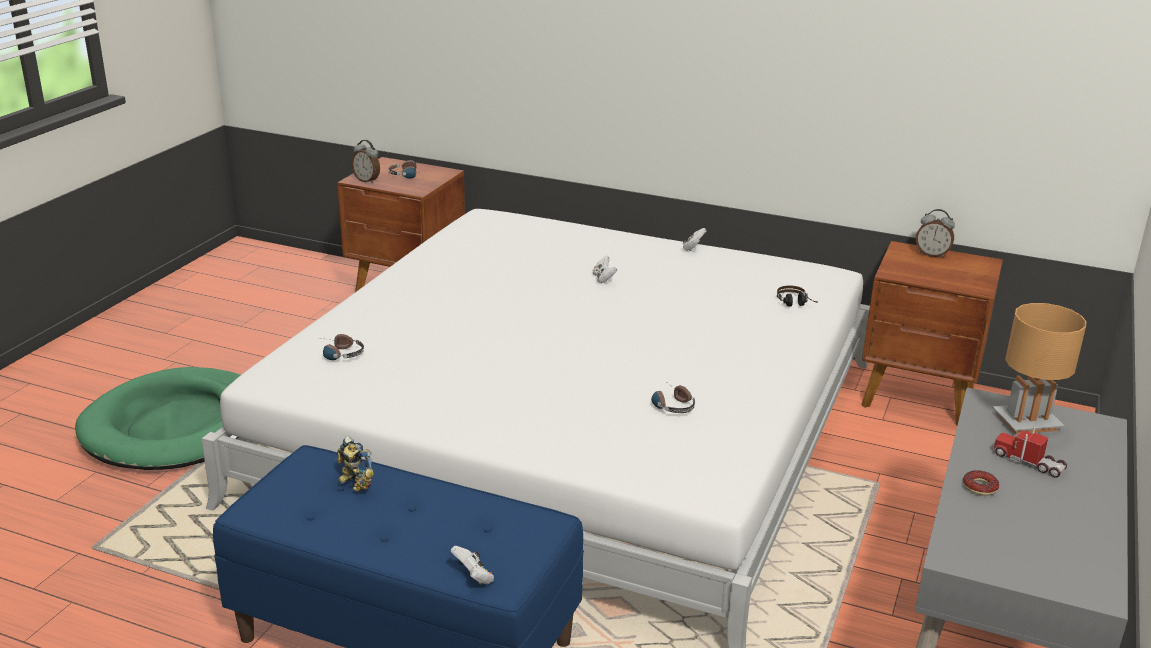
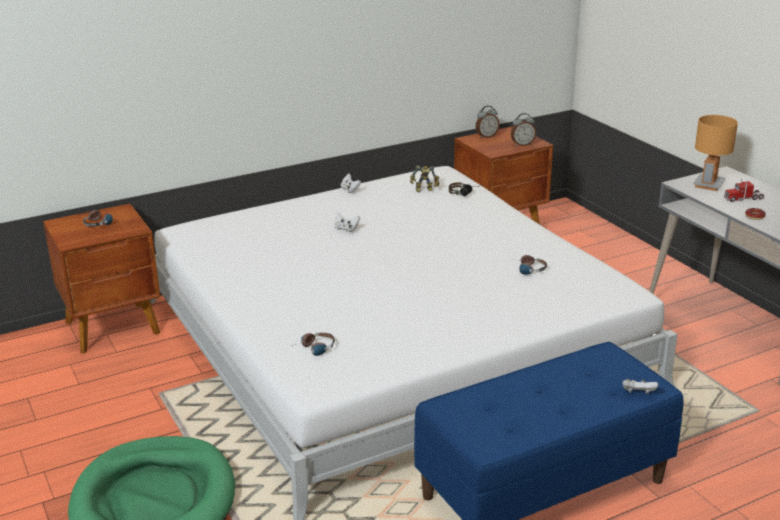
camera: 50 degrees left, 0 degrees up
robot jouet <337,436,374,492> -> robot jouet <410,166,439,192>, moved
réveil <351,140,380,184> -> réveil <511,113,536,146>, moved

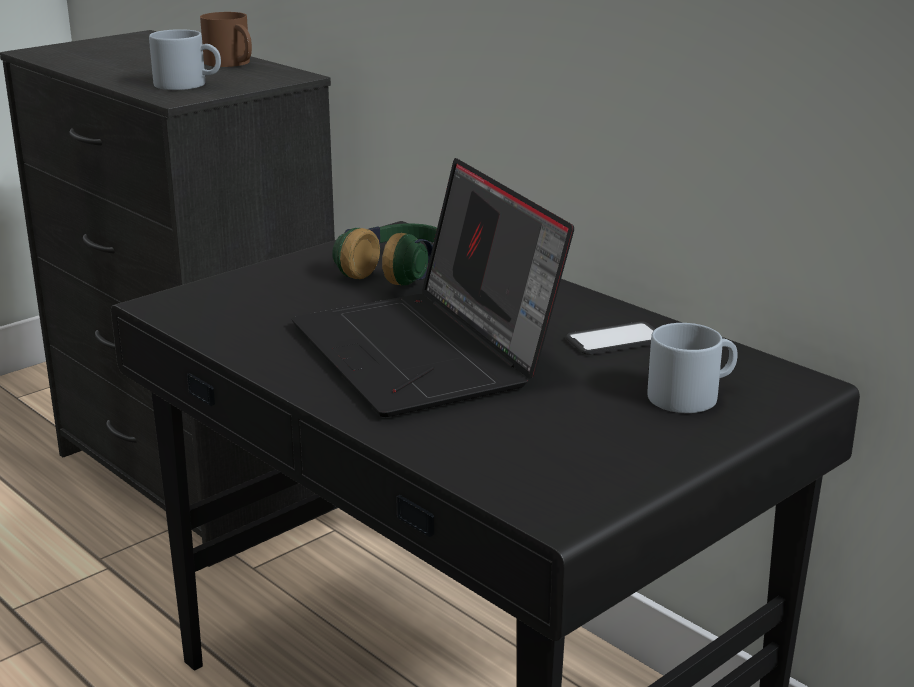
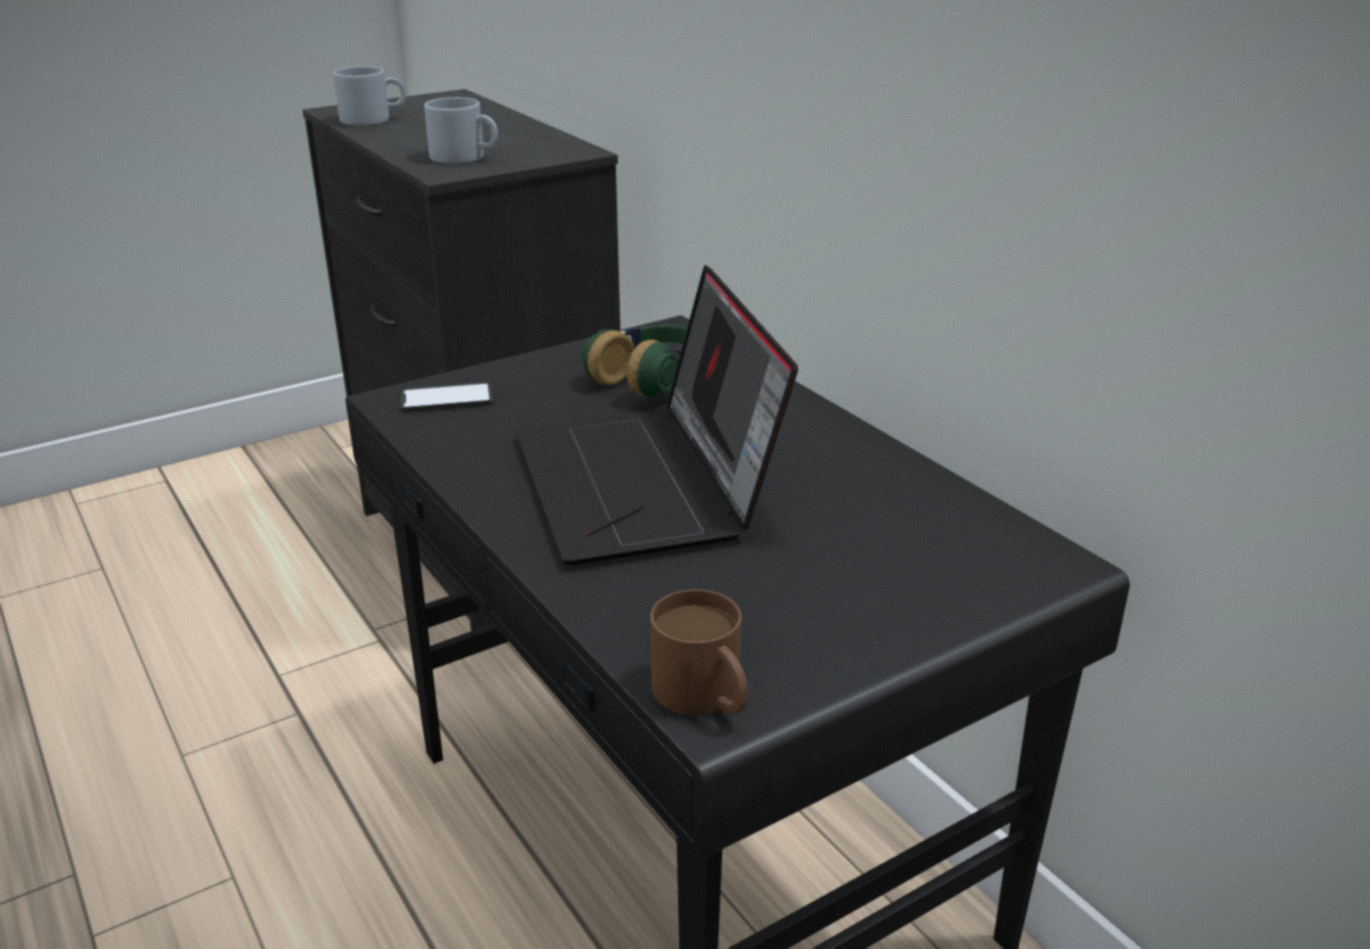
camera: 10 degrees right, 5 degrees up
mug/gris <647,323,737,413> -> mug/gris <333,66,406,126>, moved
téléphone <566,321,655,355> -> téléphone <400,382,494,412>, moved
mug/marron <200,12,252,67> -> mug/marron <650,589,748,716>, moved

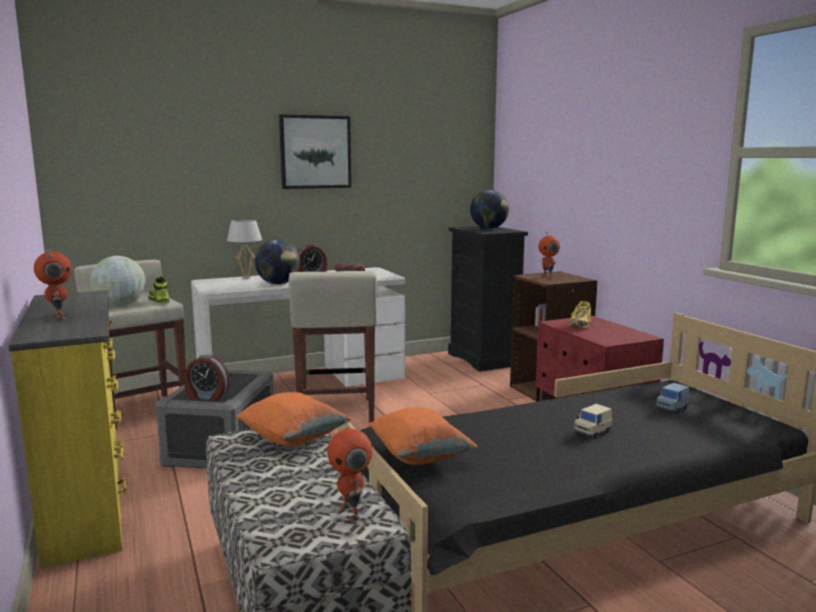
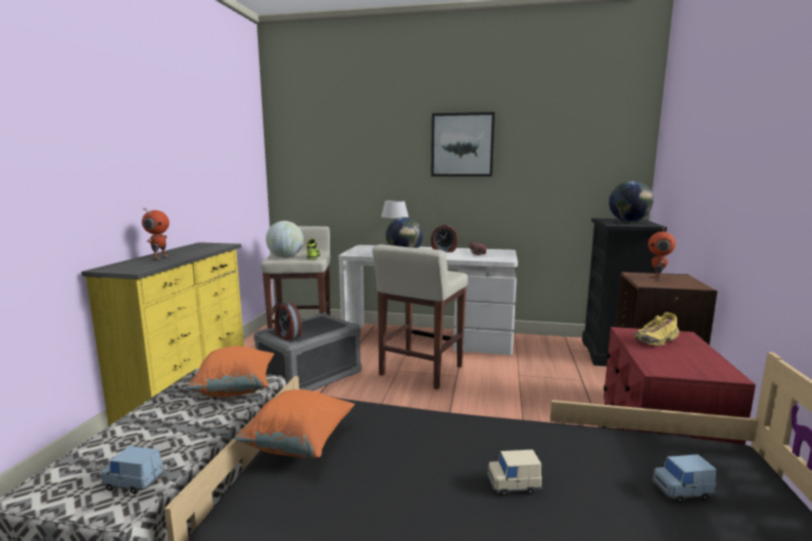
camera: 35 degrees right, 0 degrees up
robot jouet <327,416,373,521> -> petite voiture/bleu <101,446,164,494>

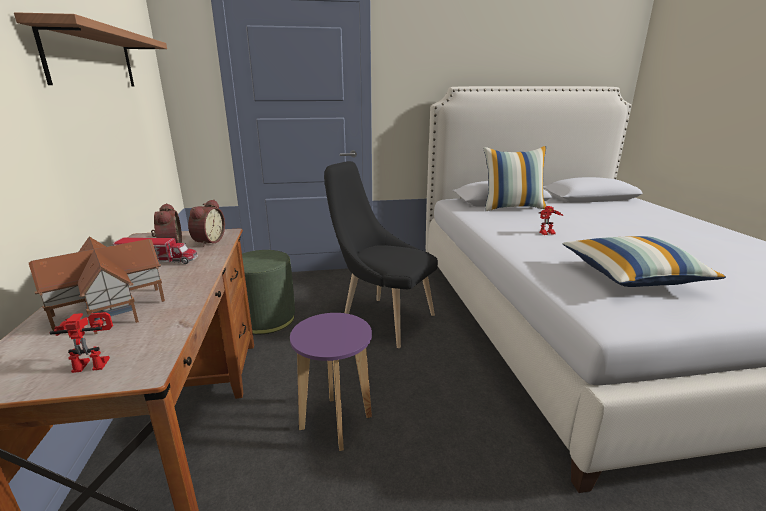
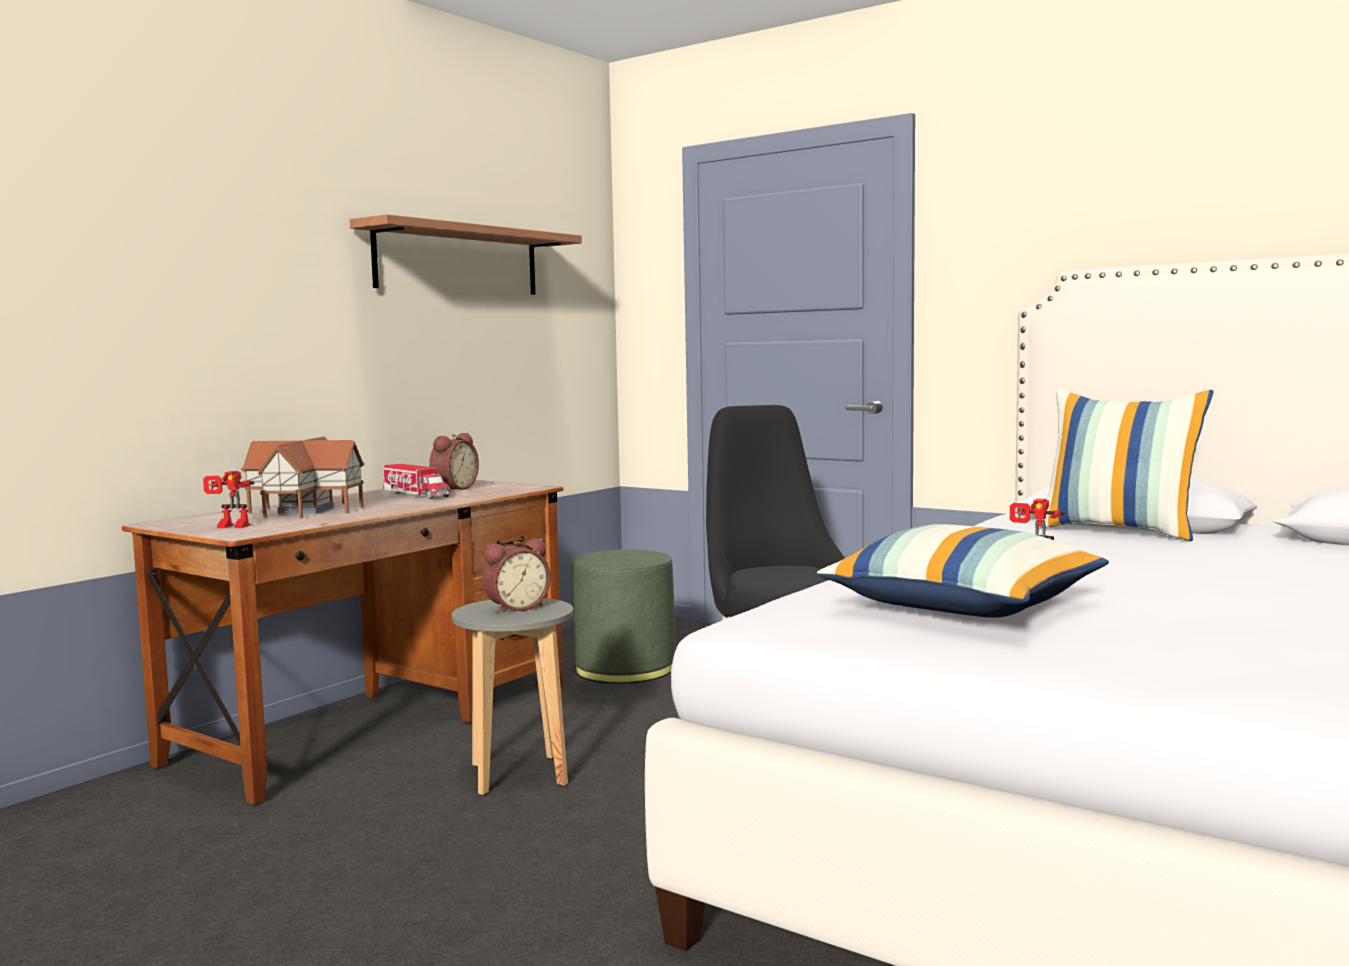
camera: 45 degrees right, 15 degrees down
robot jouet <50,312,113,373> -> robot jouet <203,471,254,528>, 150 degrees clockwise
tabouret/violet <290,313,372,451> -> tabouret/gris <452,598,573,796>
réveil <188,199,225,247> -> réveil <482,538,551,613>, moved

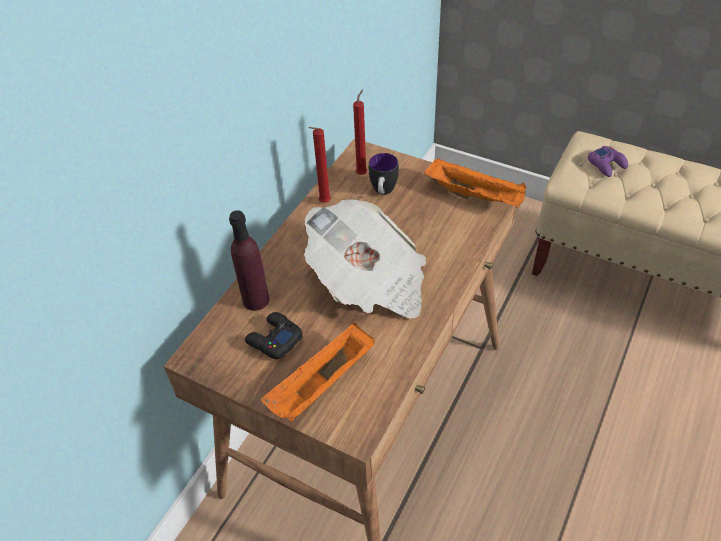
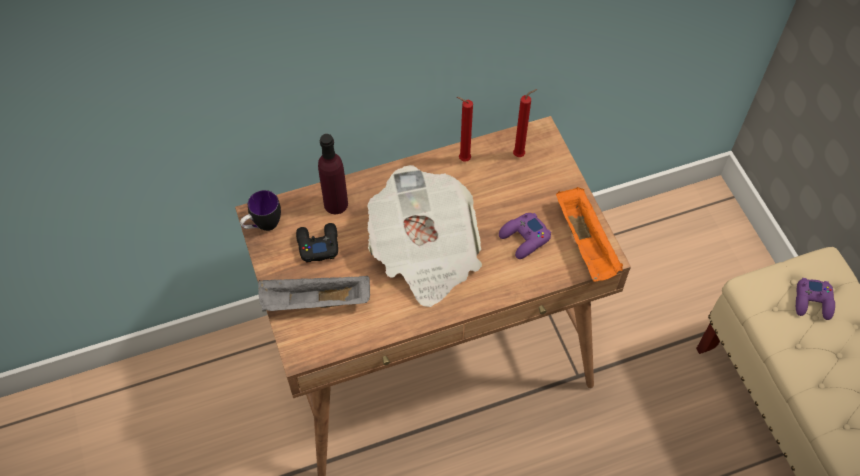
camera: 40 degrees right, 10 degrees up
mug <369,153,399,195> -> mug <240,190,281,231>, moved
plateau/orange <261,323,375,422> -> plateau/gris <258,276,370,312>
none -> manette/violet <499,213,551,259>

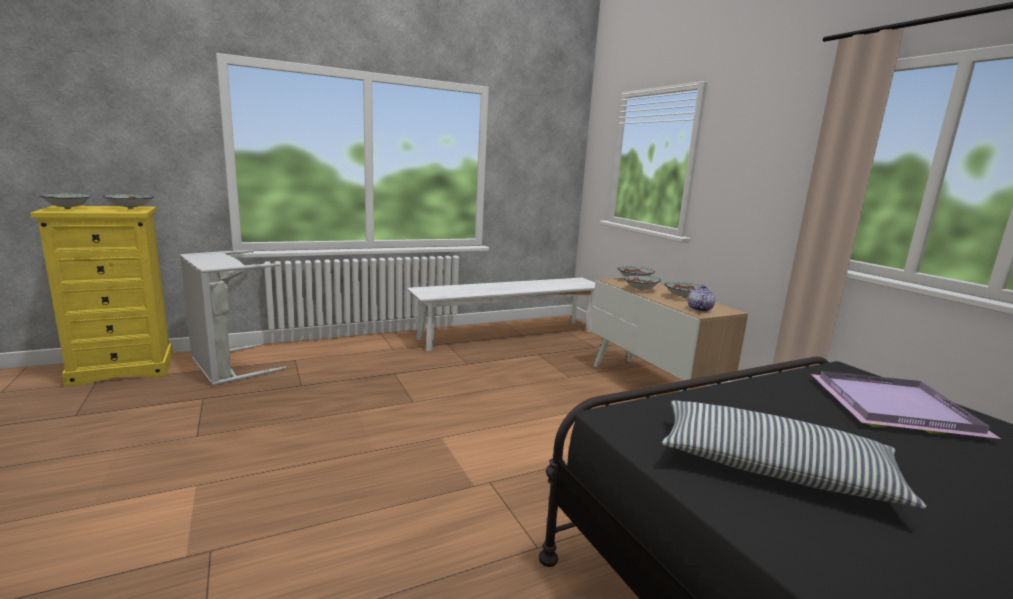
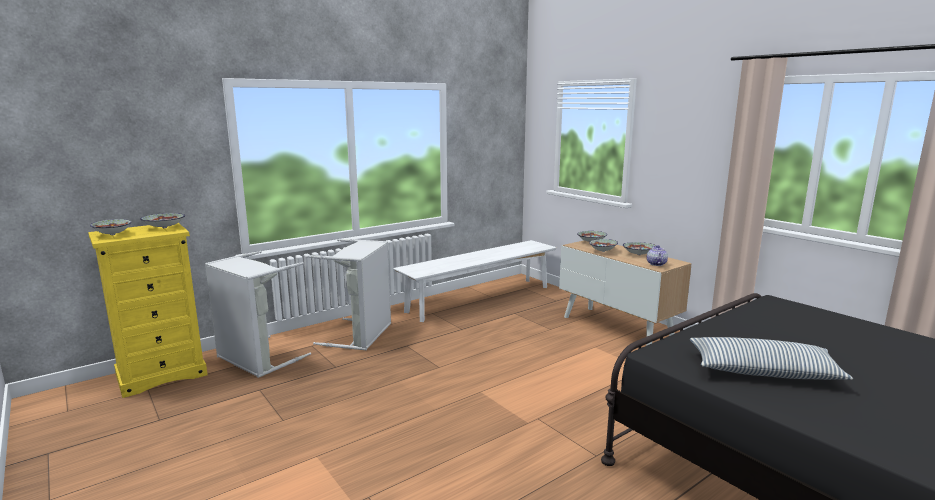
camera: 10 degrees left, 0 degrees up
none -> panier à linge/gris <306,239,391,350>
plateau/violet <811,371,1001,439> -> none

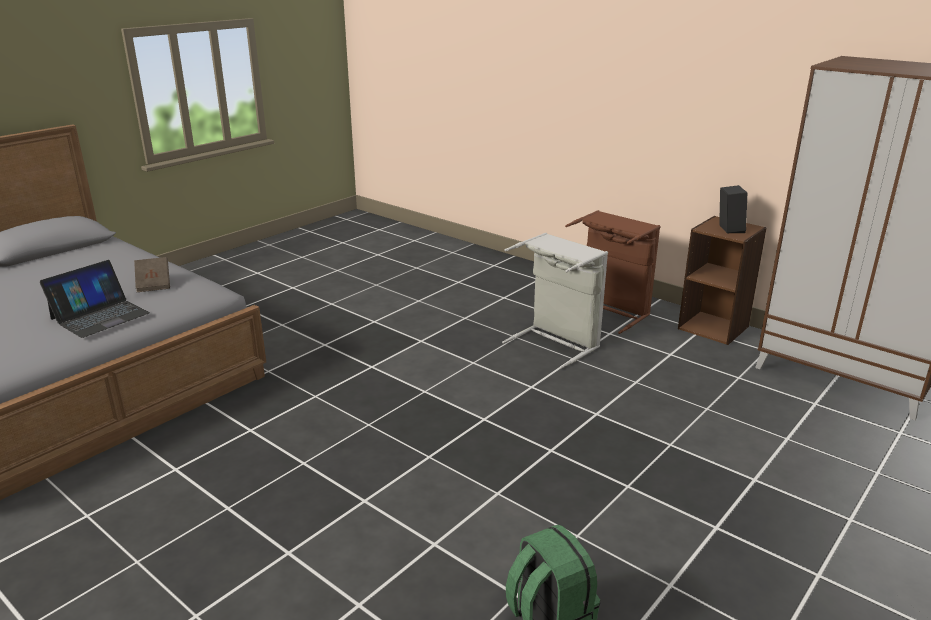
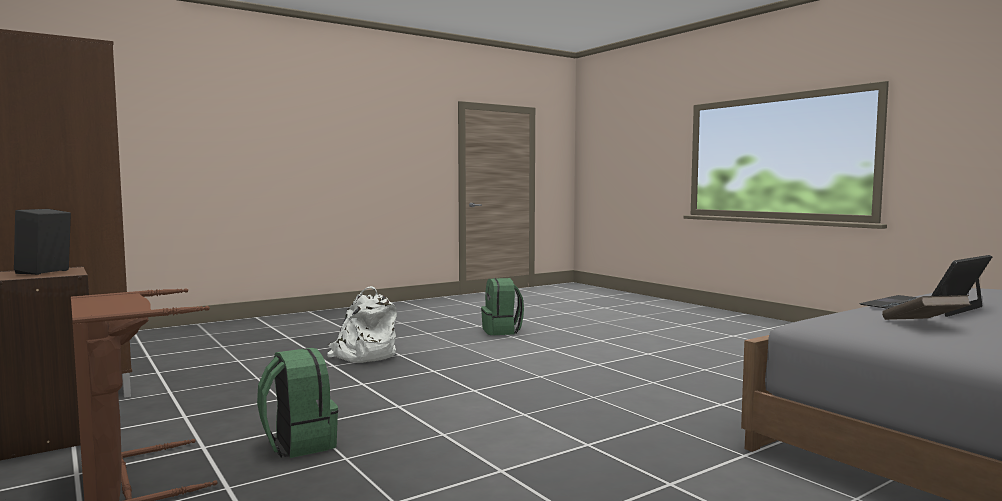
camera: 165 degrees left, 20 degrees down
panier à linge/gris <502,233,608,369> -> sac à dos/vert <257,348,338,458>
none -> sac à dos/blanc <327,286,397,363>

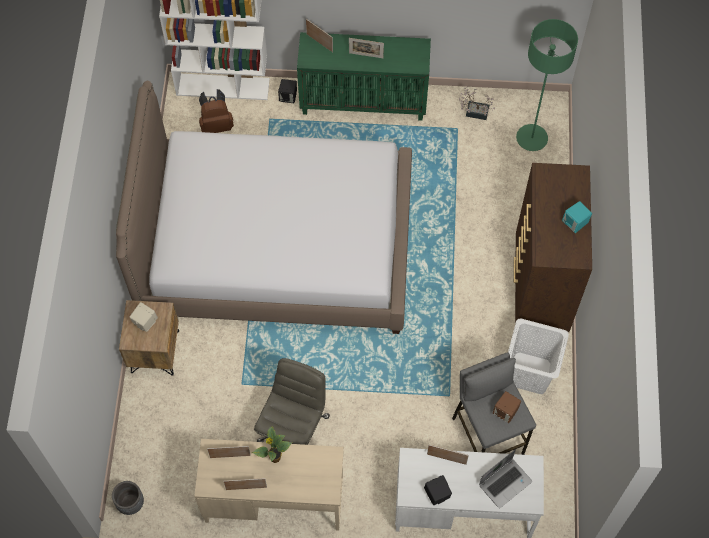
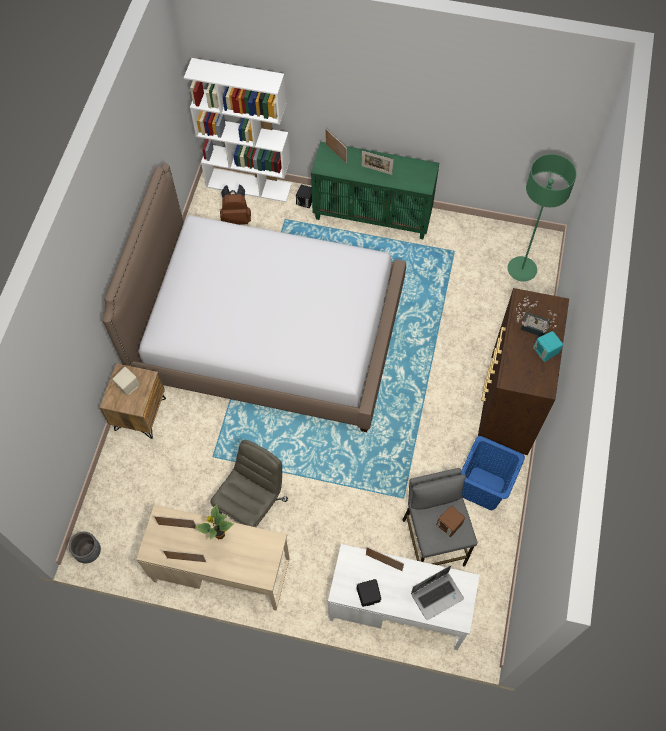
camera: 10 degrees right, 0 degrees up
panier à linge/blanc <508,319,569,394> -> panier à linge/bleu <461,436,525,510>
plante en pot <459,86,495,120> -> plante en pot <516,296,557,336>, moved

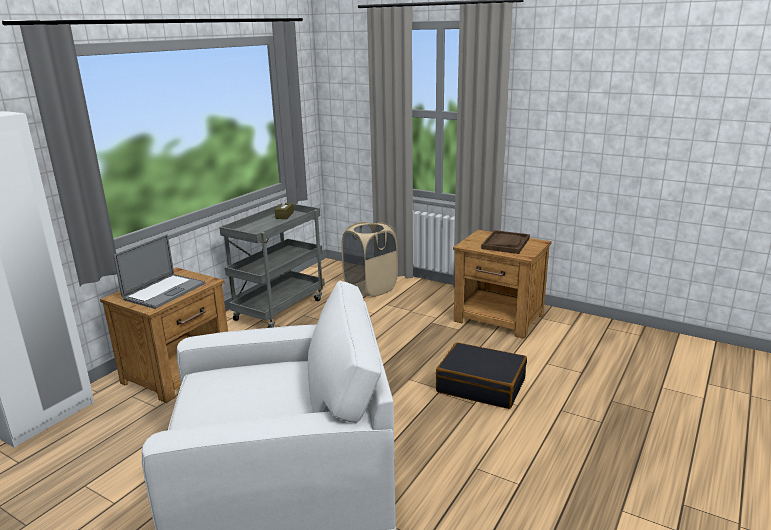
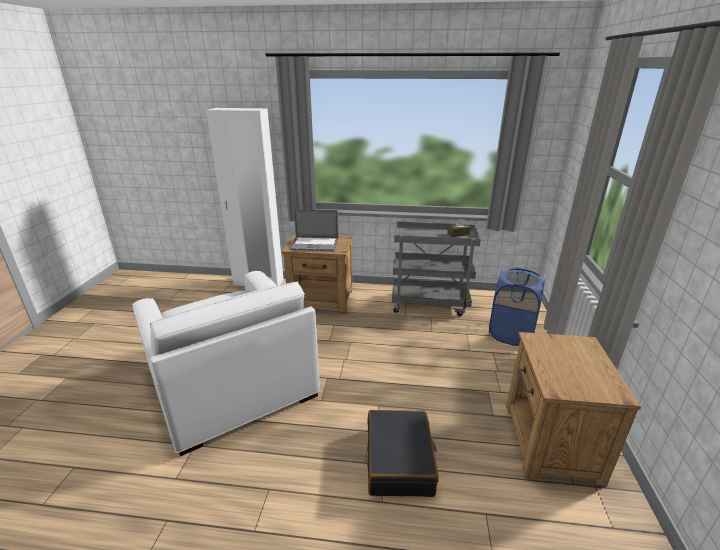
camera: 65 degrees right, 5 degrees up
panier à linge/beige <341,222,398,297> -> panier à linge/bleu <489,268,546,346>
plateau/marron <481,230,530,254> -> none

